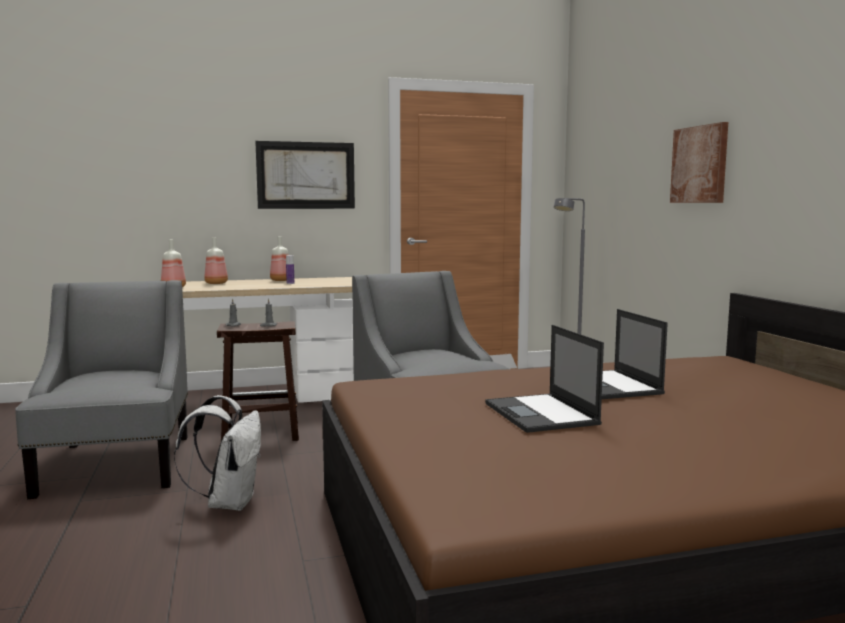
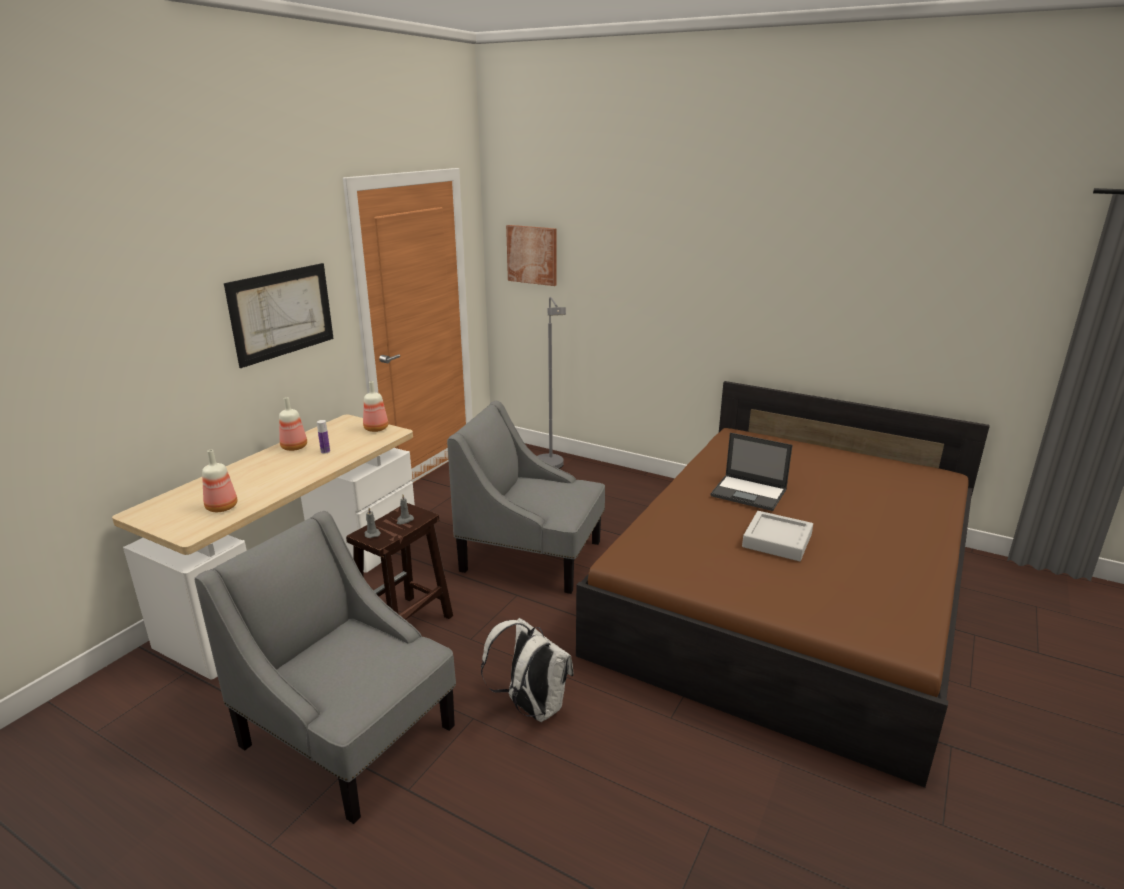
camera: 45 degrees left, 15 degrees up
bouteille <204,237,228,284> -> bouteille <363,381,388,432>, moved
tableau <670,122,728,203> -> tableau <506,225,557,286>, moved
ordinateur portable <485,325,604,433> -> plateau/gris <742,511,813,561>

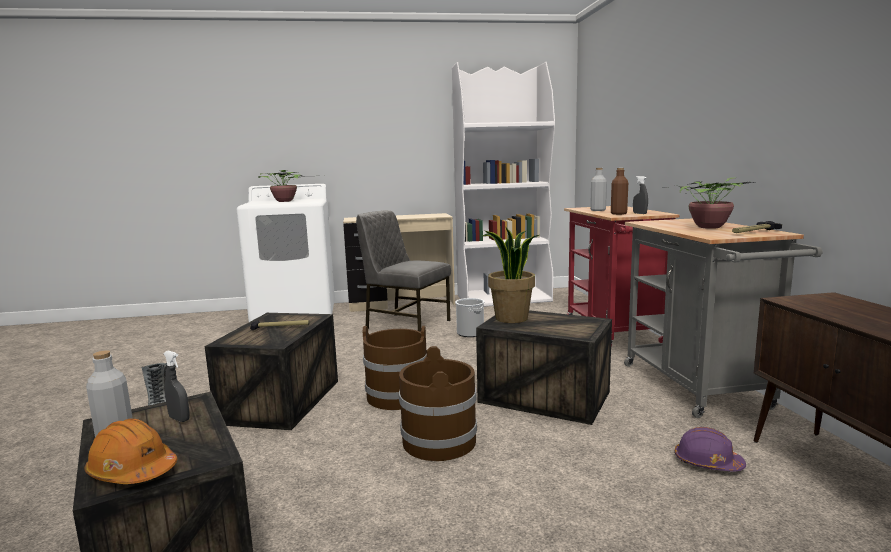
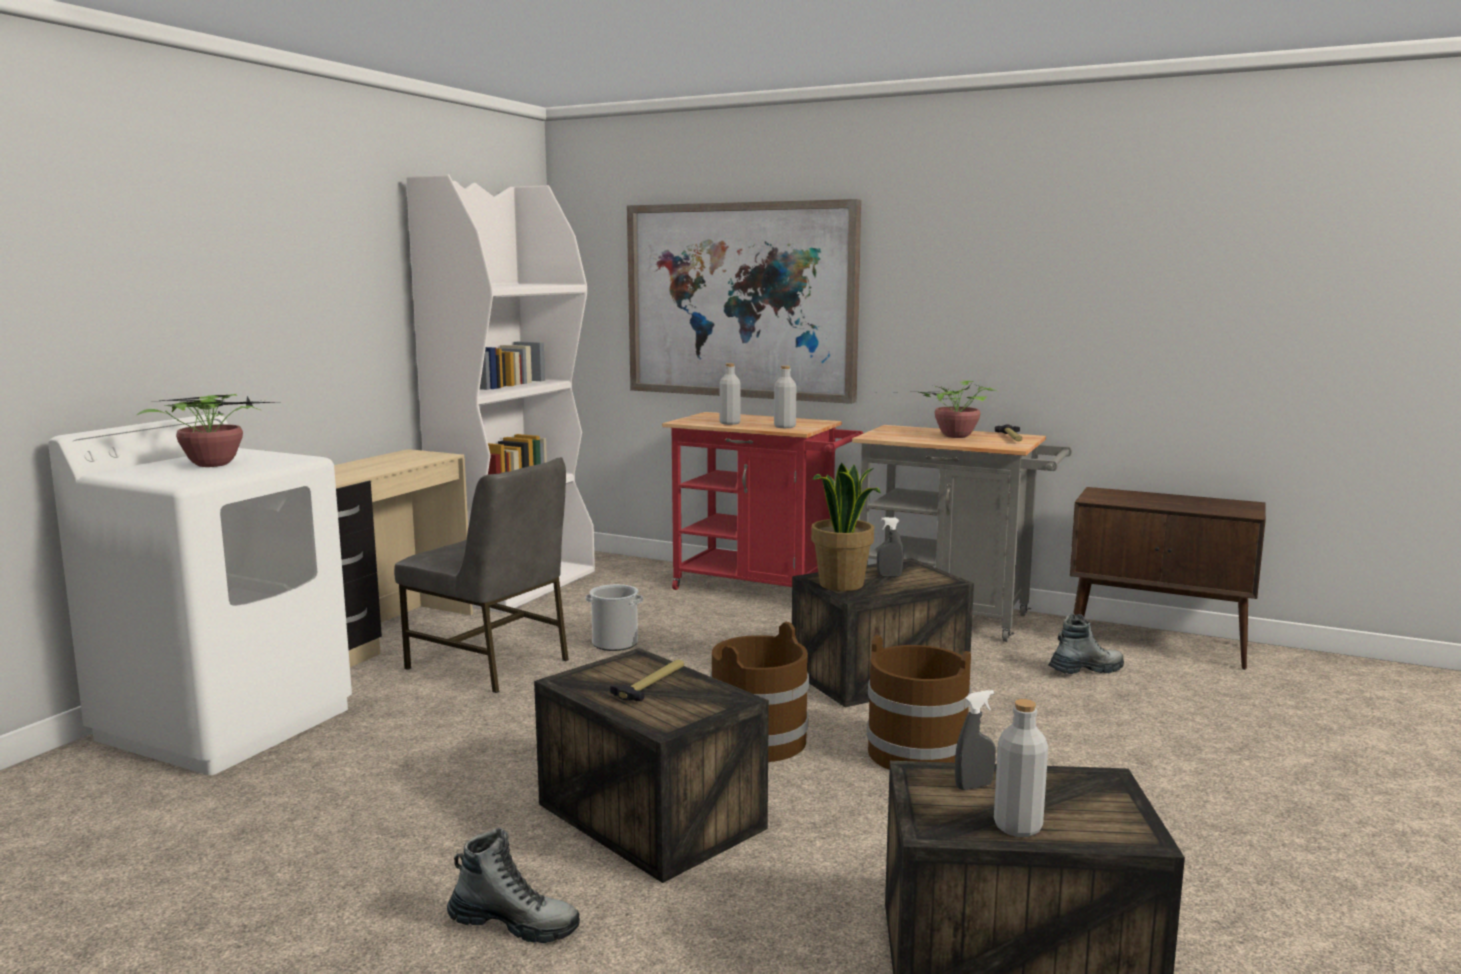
camera: 55 degrees left, 0 degrees up
chaise/gris <356,210,451,332> -> chaise/gris <394,457,569,693>, 120 degrees counterclockwise
none -> tableau <627,199,862,404>
bouteille/marron <611,168,628,215> -> bouteille/gris <774,365,796,428>
vaporisateur/gris <633,176,648,214> -> vaporisateur/gris <877,517,904,576>, moved
casque de chantier/violet <675,427,746,472> -> botte <1049,614,1124,674>
casque de chantier/orange <84,419,177,484> -> none

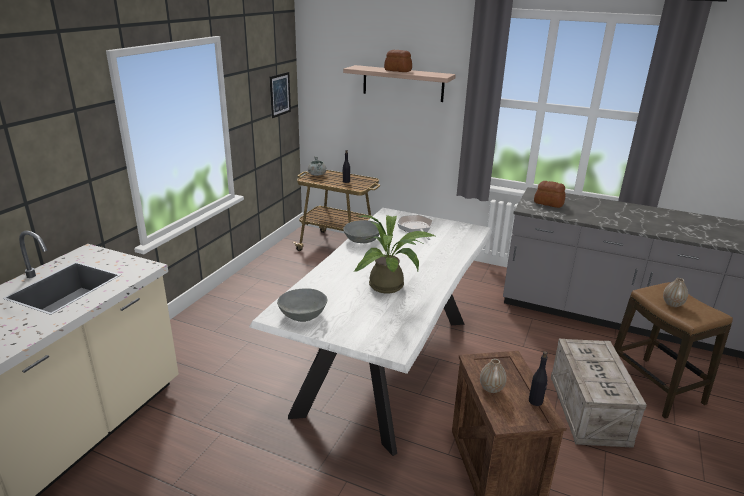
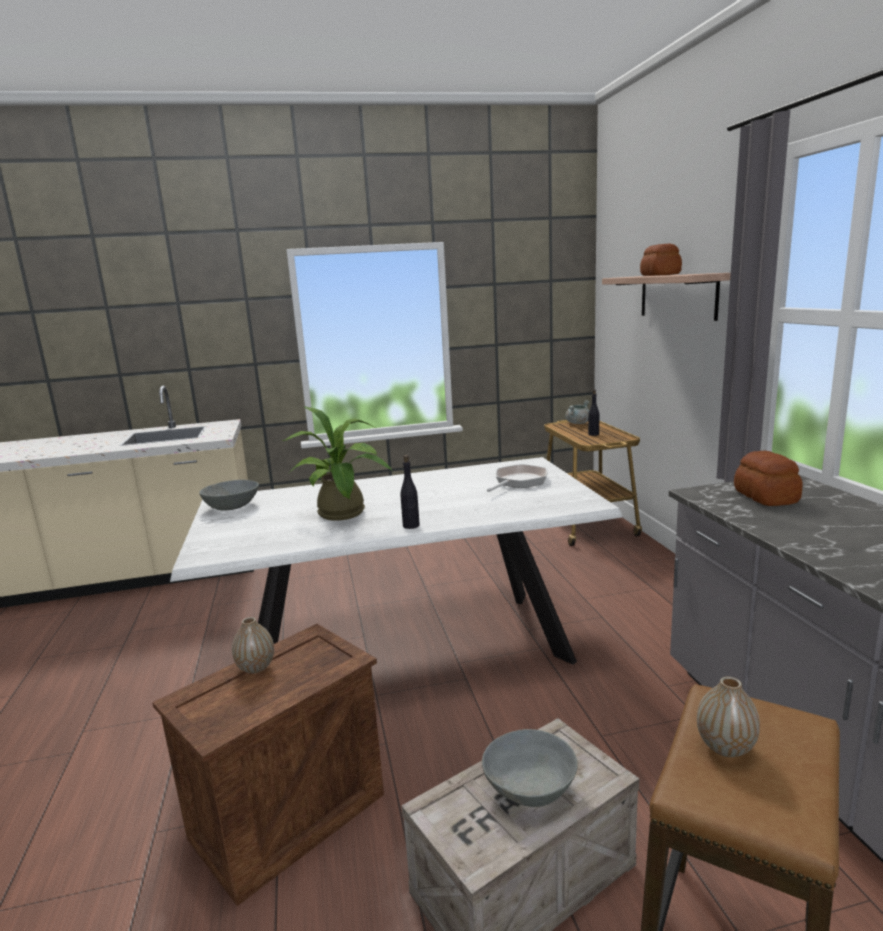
camera: 55 degrees right, 10 degrees down
bouteille/noir <529,351,547,406> -> bouteille/noir <401,455,420,529>, moved
bol/gris <343,220,380,243> -> bol/gris <482,729,578,807>, moved
tableau <270,72,291,118> -> none

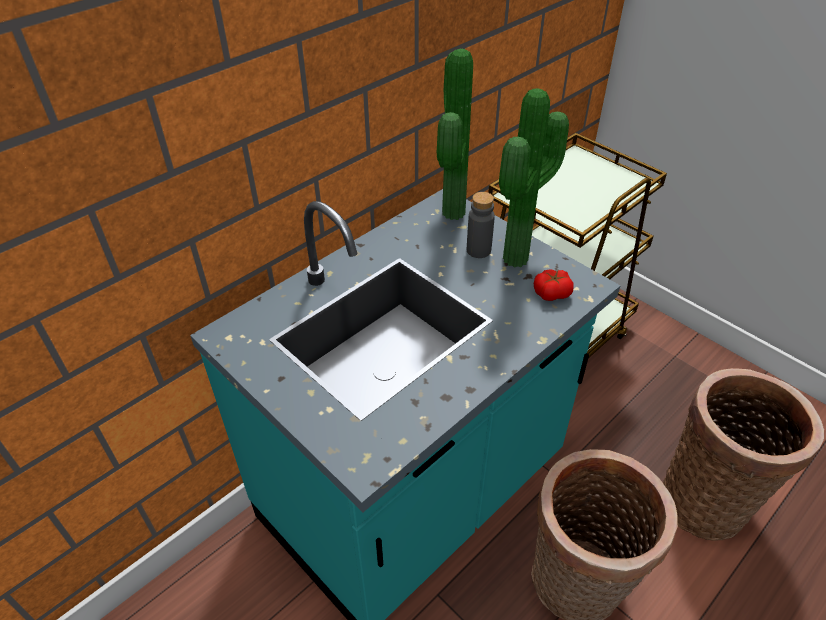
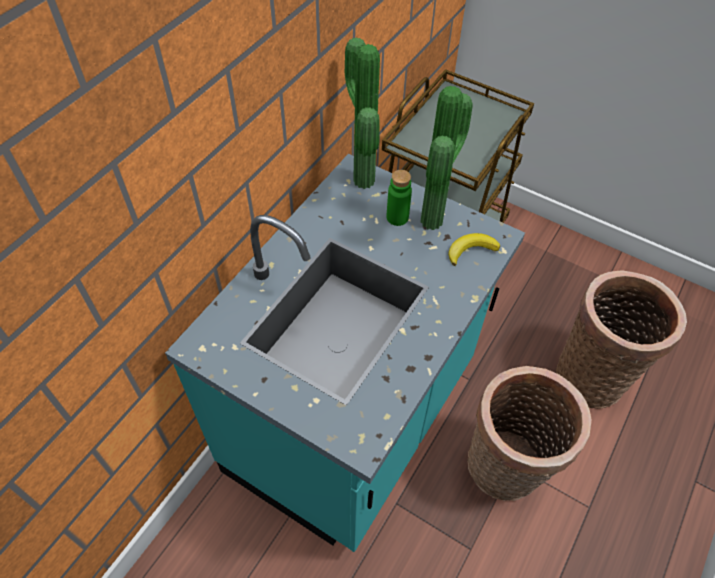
camera: 15 degrees left, 10 degrees up
bouteille/gris <467,192,495,258> -> bouteille/vert <386,170,412,226>
tomate <534,269,574,301> -> banane <448,233,500,266>

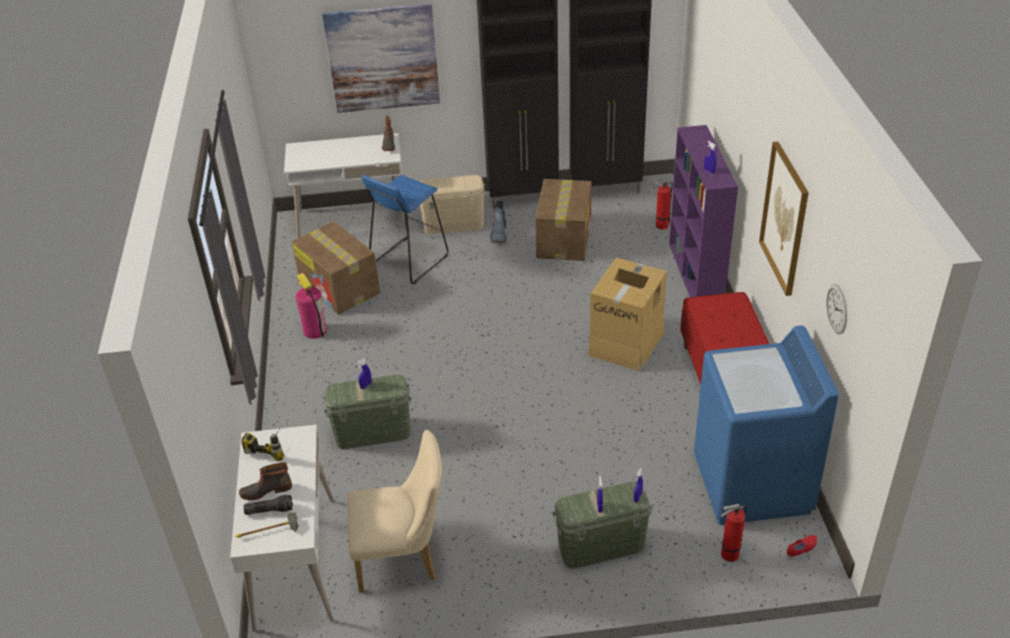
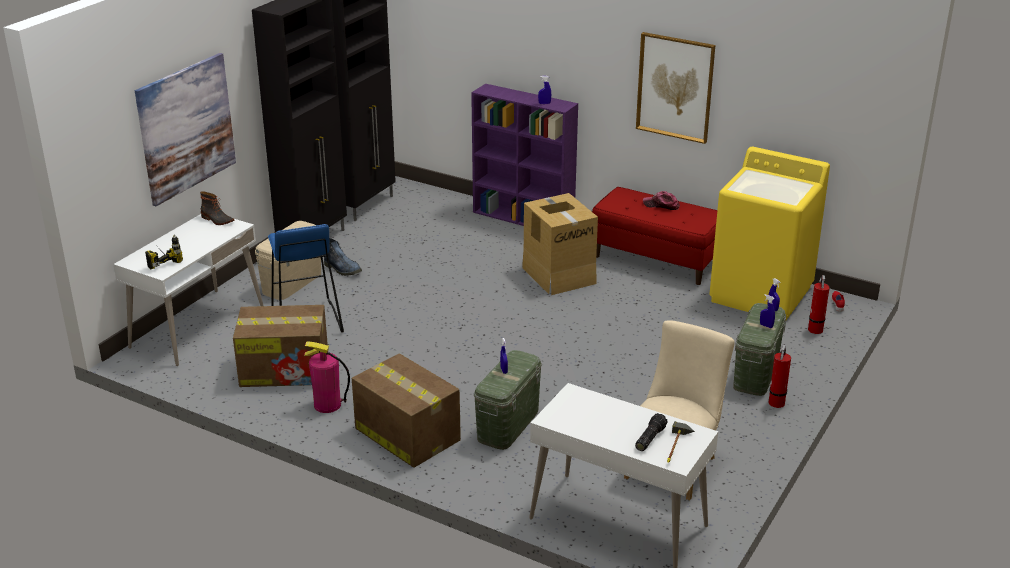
camera: 55 degrees left, 10 degrees down
perceuse <241,427,284,461> -> perceuse <145,234,183,269>, moved
carton <535,179,592,261> -> carton <352,353,461,468>, moved
none -> casquette <643,191,680,210>
lave-linge/bleu <694,325,839,525> -> lave-linge/jaune <709,147,830,320>
extincteur <653,179,673,229> -> extincteur <768,345,791,408>, moved
botte <239,462,292,500> -> none
horloge murale <826,284,847,334> -> none

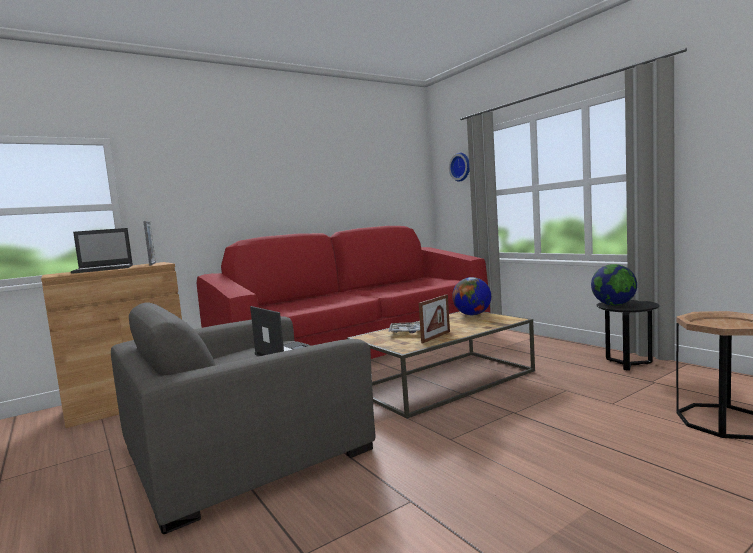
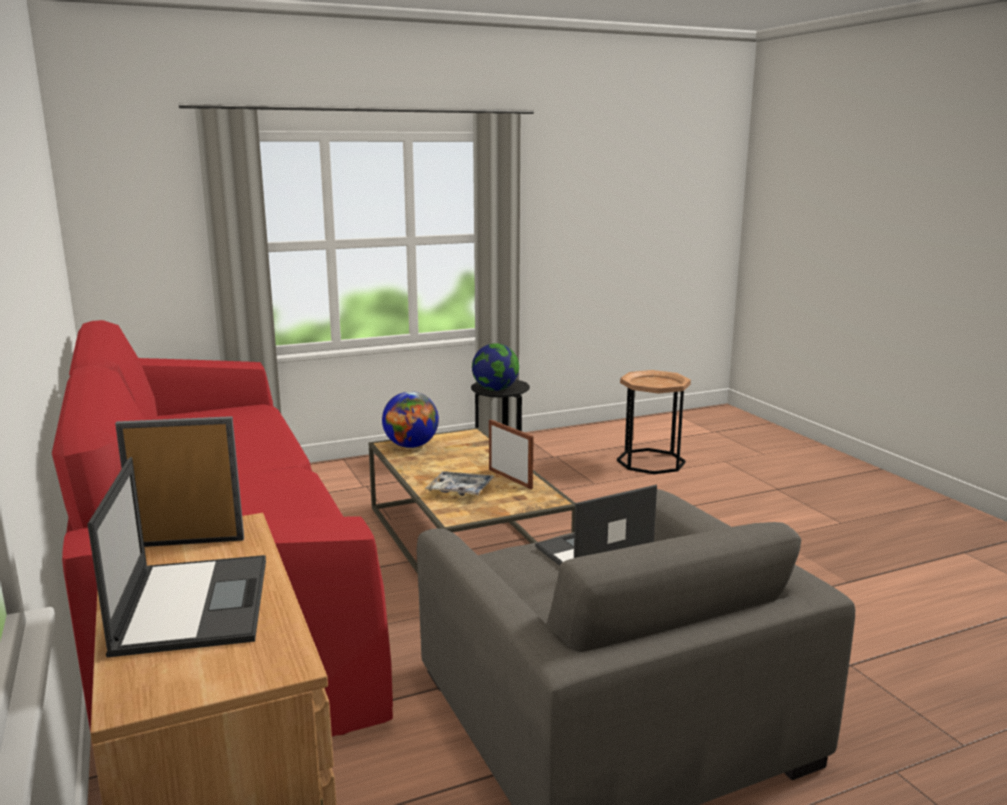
camera: 80 degrees left, 10 degrees up
horloge murale <449,153,470,182> -> none

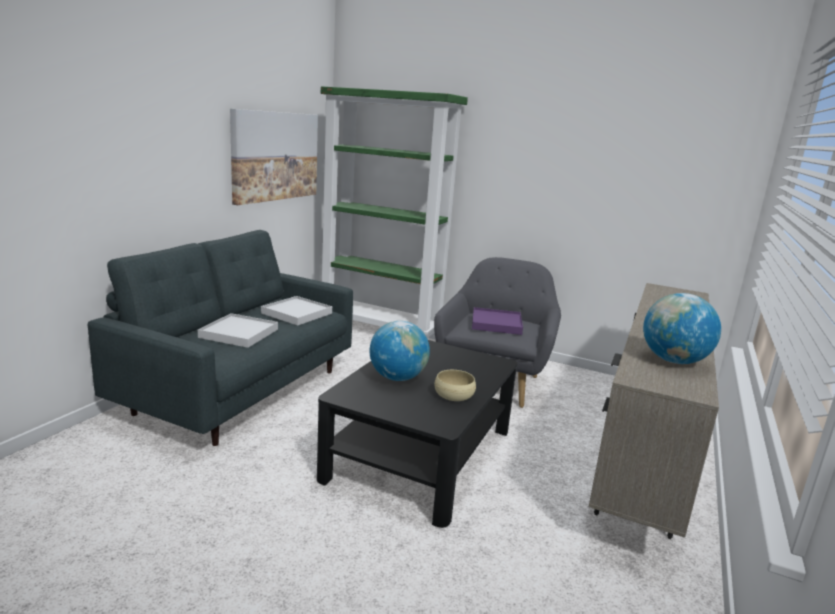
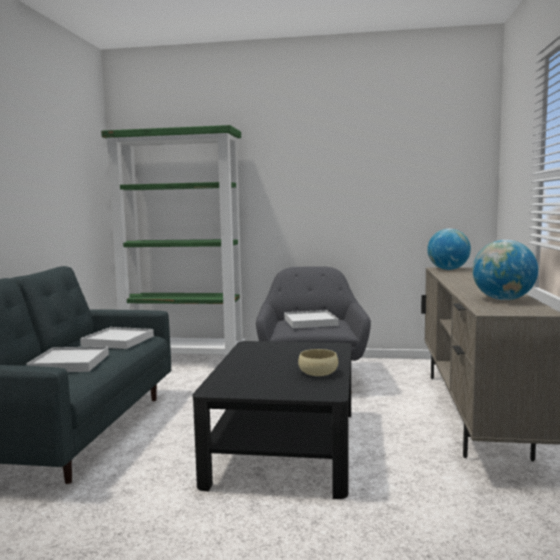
camera: 15 degrees left, 10 degrees down
plateau/violet <472,307,523,335> -> plateau/blanc <284,310,339,328>
globe <370,321,430,381> -> globe <427,228,471,270>, moved
tableau <230,109,318,205> -> none

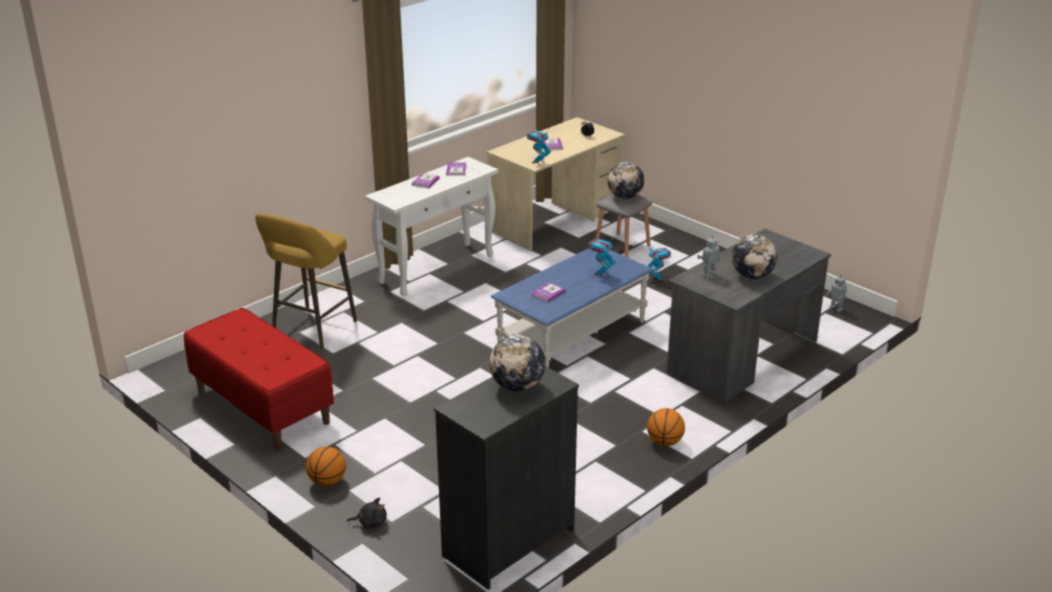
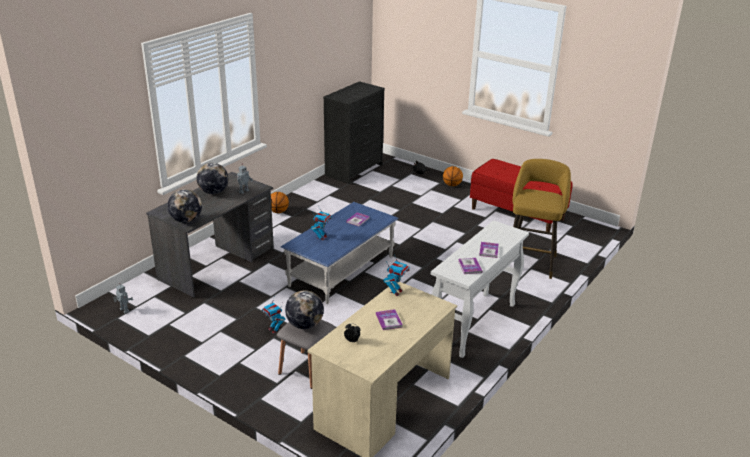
camera: 170 degrees right, 0 degrees up
globe <489,335,546,392> -> globe <167,189,202,223>, moved

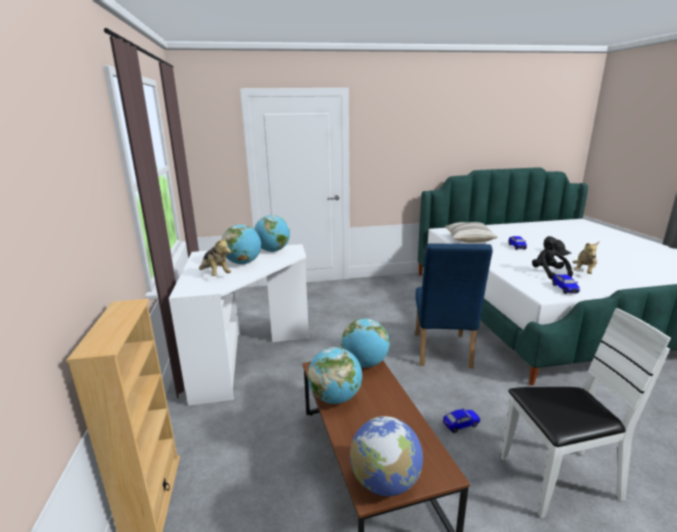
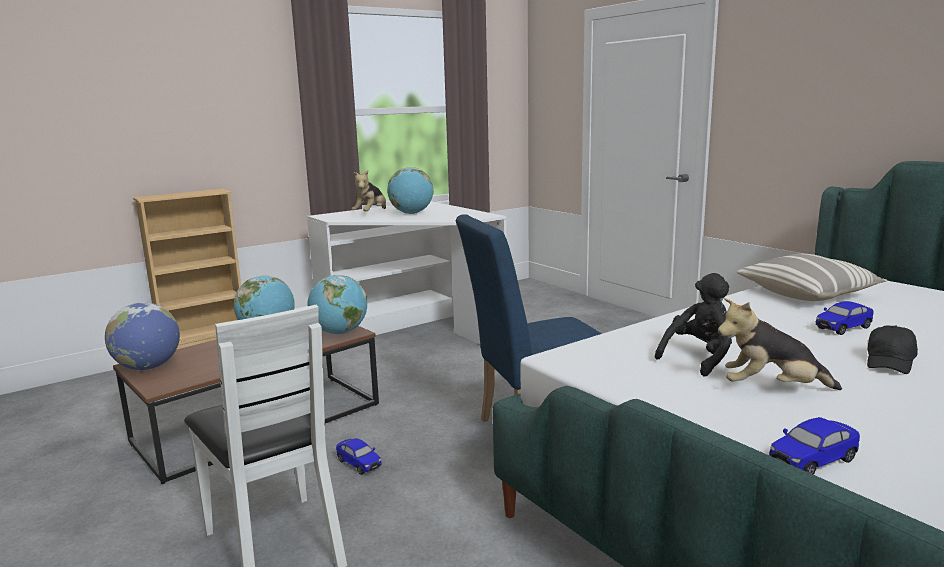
camera: 65 degrees right, 5 degrees down
petite voiture <552,275,580,294> -> petite voiture <769,417,860,474>, moved
globe <254,215,290,252> -> none

